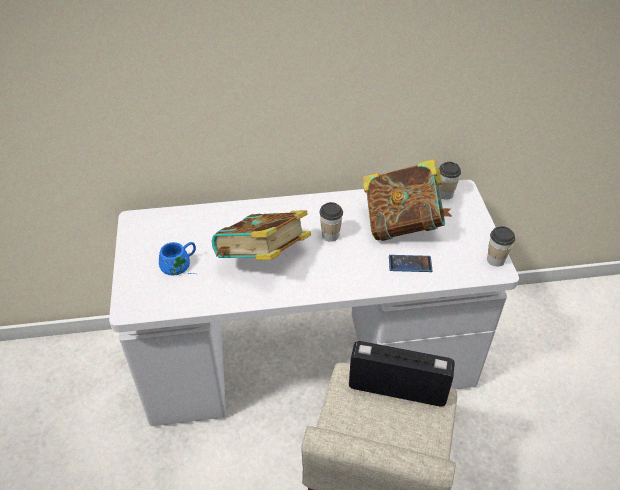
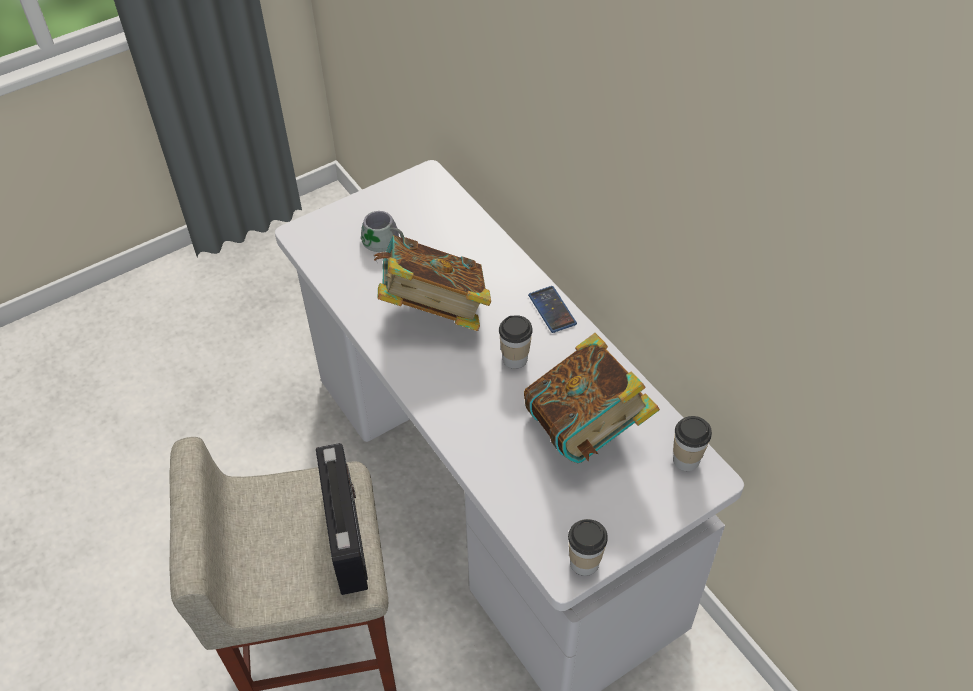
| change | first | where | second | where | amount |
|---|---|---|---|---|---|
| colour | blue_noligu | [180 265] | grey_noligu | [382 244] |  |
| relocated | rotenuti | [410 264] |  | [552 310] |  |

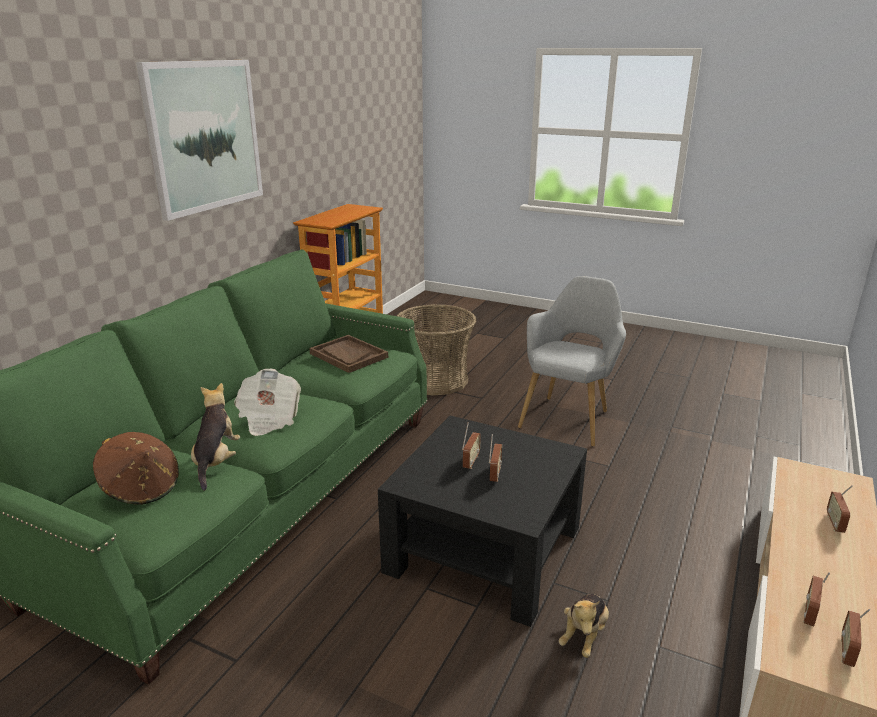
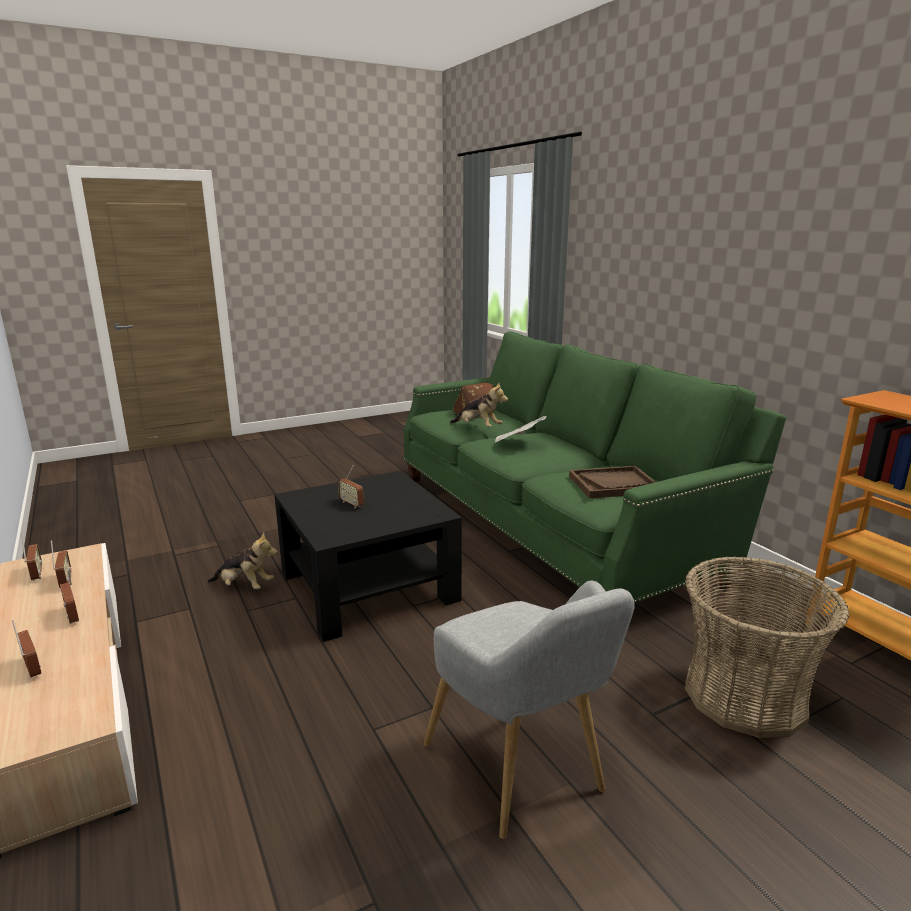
| change | first | where | second | where | amount |
|---|---|---|---|---|---|
| missing | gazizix | [204 136] |  |  |  |
| relocated | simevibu | [471 462] |  | [73 616] |  |
| spun | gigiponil | [584 635] |  | [244 586] | 135 degrees clockwise |

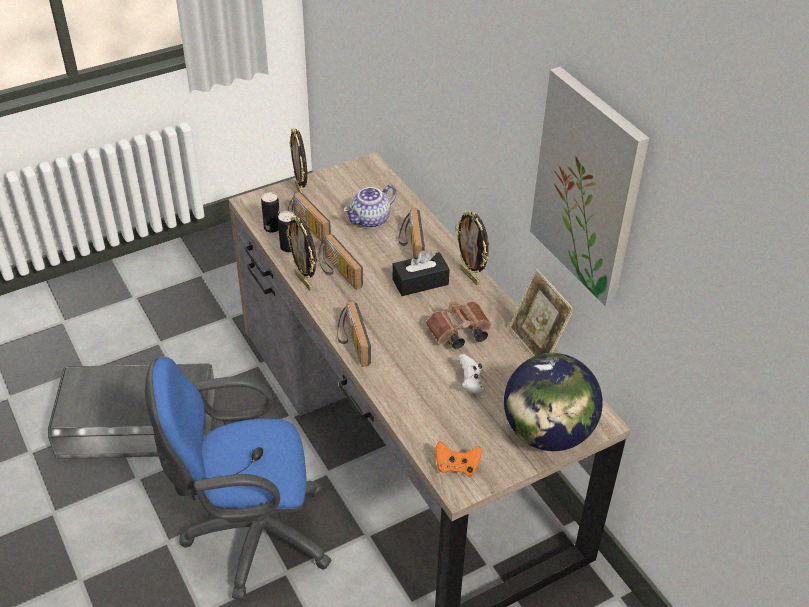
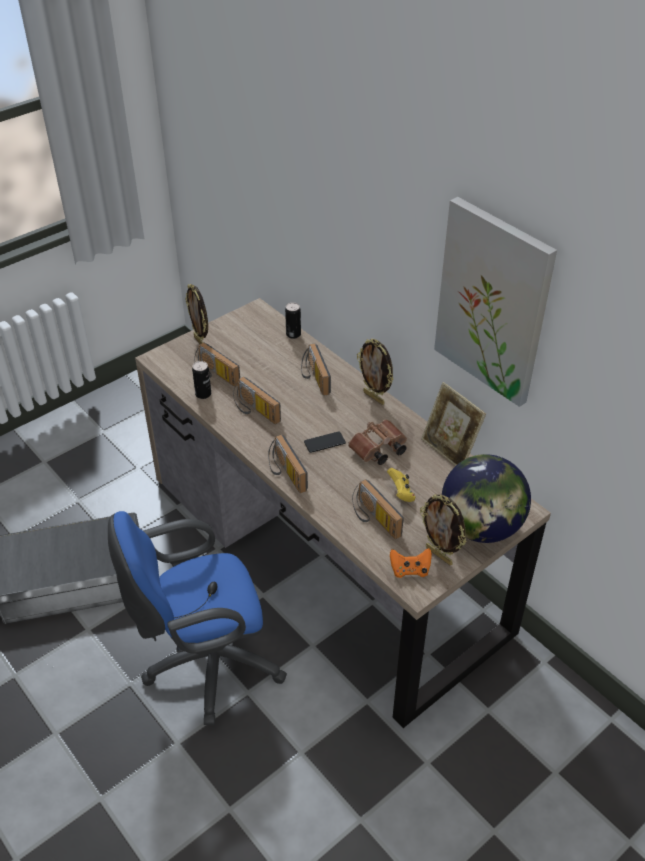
| change | first | where | second | where | amount |
|---|---|---|---|---|---|
| relocated | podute | [272 228] |  | [293 334] |  |
| relocated | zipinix | [304 281] |  | [439 555] |  |
| missing | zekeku | [370 220] |  |  |  |
| missing | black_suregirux | [420 282] |  |  |  |
| colour | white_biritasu | [470 383] | yellow_biritasu | [401 493] |  |
| appeared |  |  | rotenuti | [324 442] |  |
| appeared |  |  | simevibu | [373 519] |  |

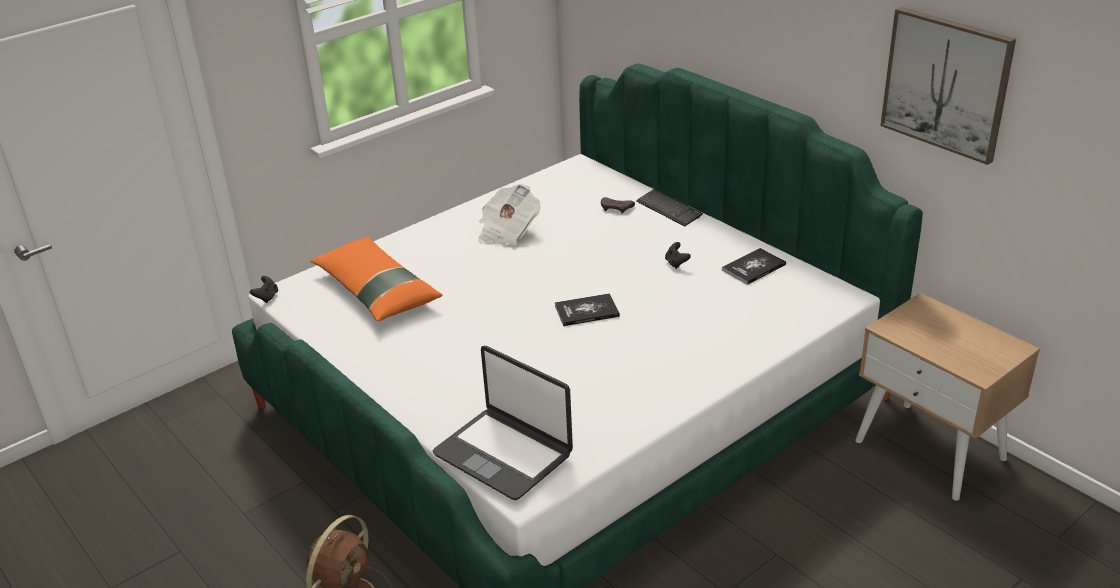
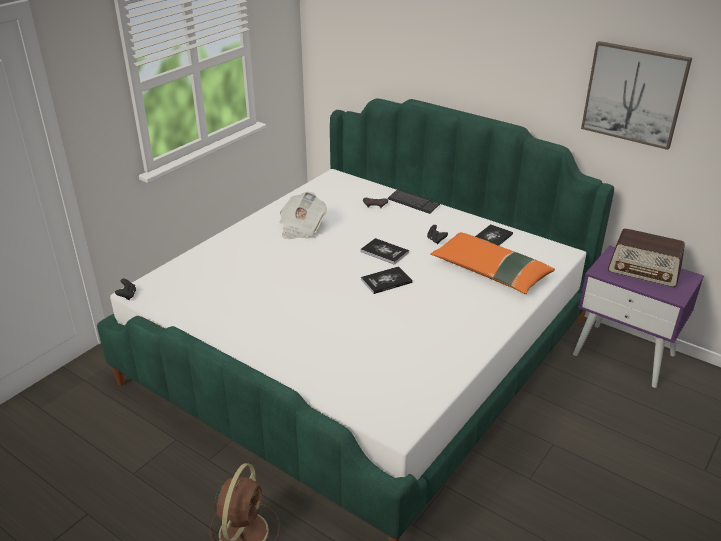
| change | first | where | second | where | amount |
|---|---|---|---|---|---|
| relocated | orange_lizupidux | [376 290] |  | [490 272] |  |
| missing | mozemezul | [504 454] |  |  |  |
| colour | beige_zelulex | [931 449] | purple_zelulex | [624 354] |  |
| appeared |  |  | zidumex | [384 252] |  |
| appeared |  |  | simevibu | [644 271] |  |

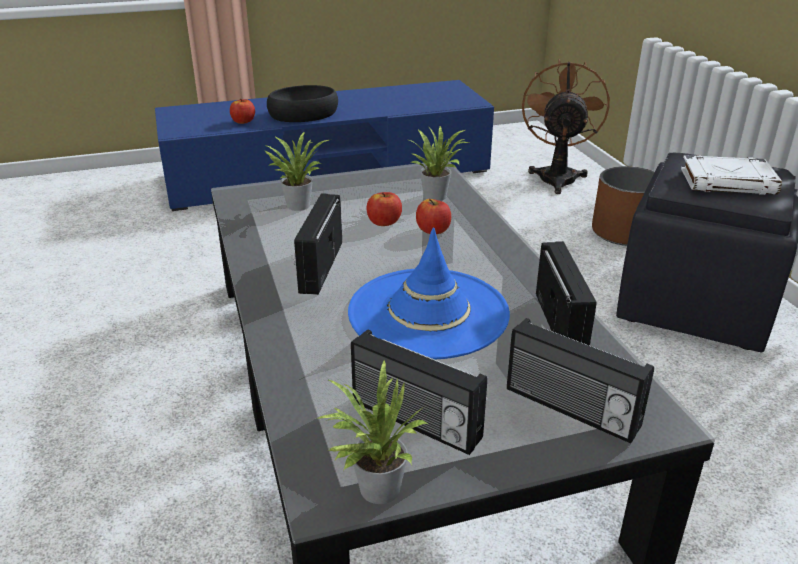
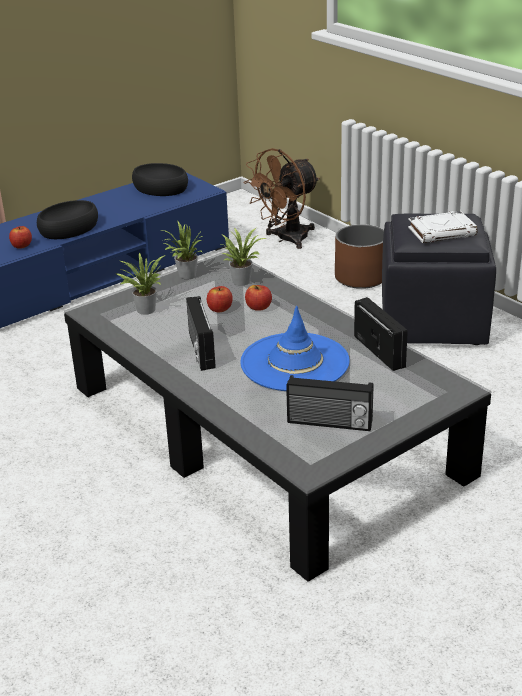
| change | first | where | second | where | amount |
|---|---|---|---|---|---|
| relocated | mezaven | [374 489] |  | [185 275] |  |
| missing | simevibu | [570 409] |  |  |  |
| spun | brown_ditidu | [557 176] |  | [286 239] | 120 degrees counterclockwise |
| appeared |  |  | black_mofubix | [160 188] |  |

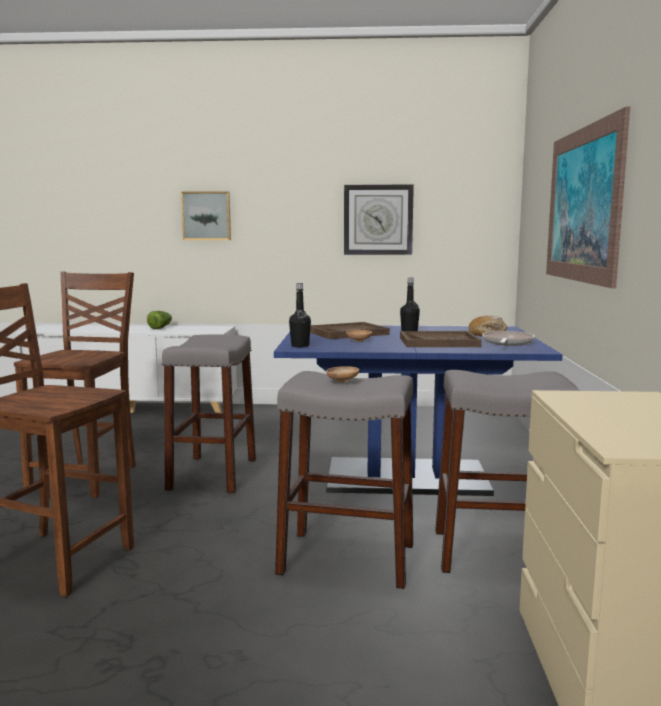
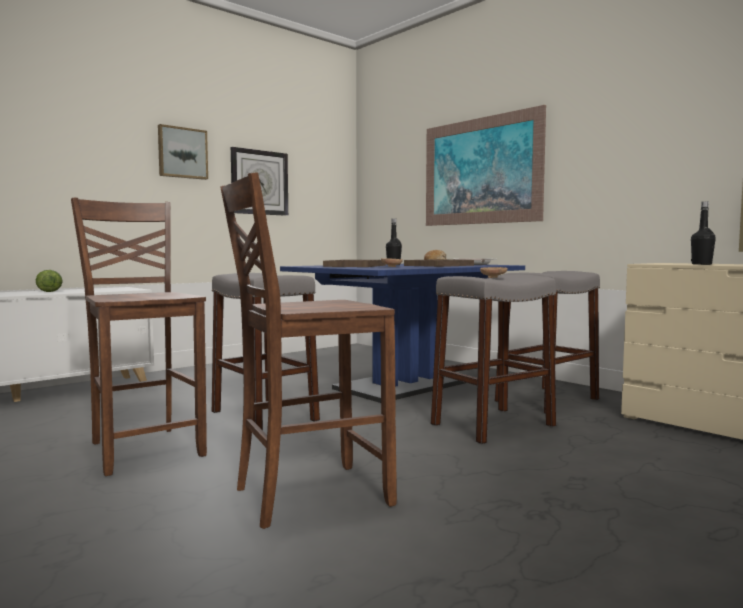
| change | first | where | second | where | amount |
|---|---|---|---|---|---|
| relocated | gazizix | [206 216] |  | [182 153] |  |
| relocated | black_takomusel | [300 346] |  | [701 264] |  |

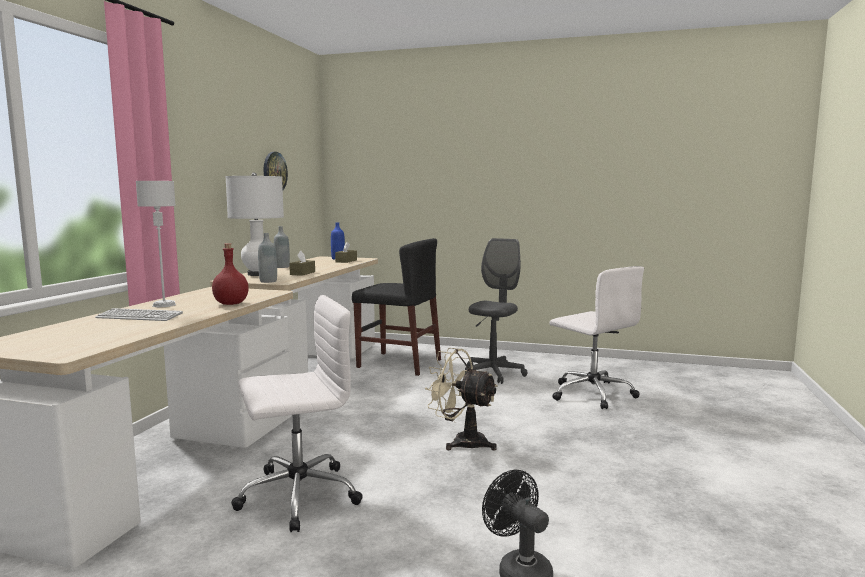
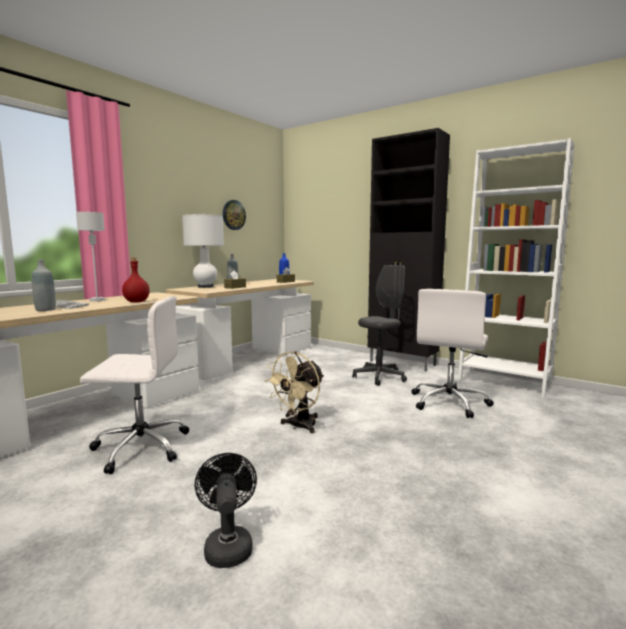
| change | first | where | second | where | amount |
|---|---|---|---|---|---|
| relocated | grey_takomusel | [268 281] |  | [45 310] |  |
| missing | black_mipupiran | [399 363] |  |  |  |
| spun | beige_ditidu | [462 441] |  | [298 426] | 105 degrees counterclockwise |
| spun | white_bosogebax | [591 393] |  | [449 403] | 45 degrees clockwise |
| appeared |  |  | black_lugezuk | [403 363] |  |
| appeared |  |  | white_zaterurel | [504 382] |  |

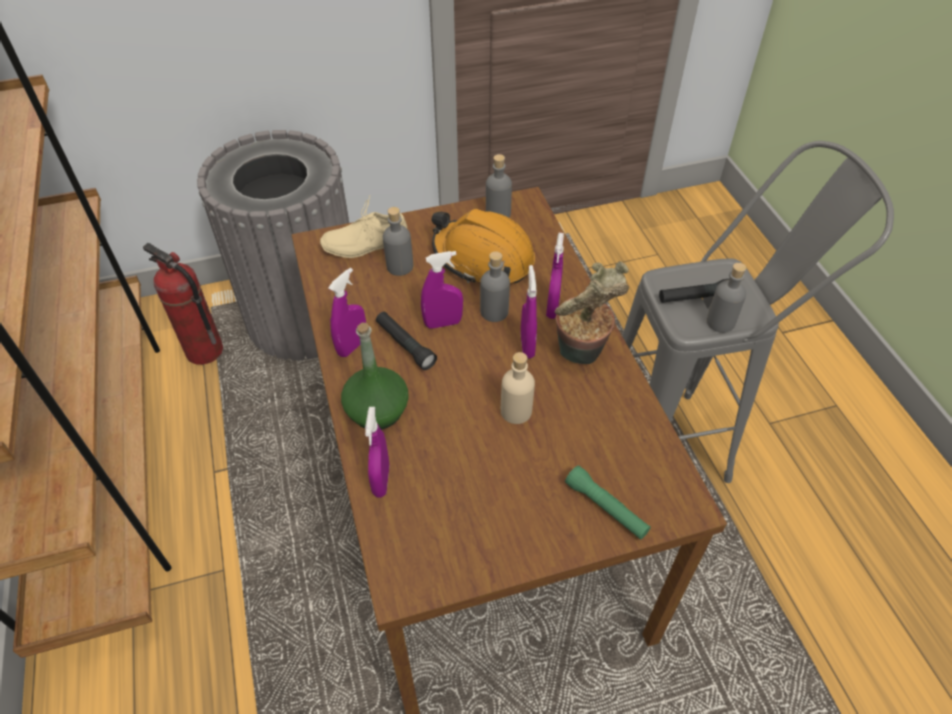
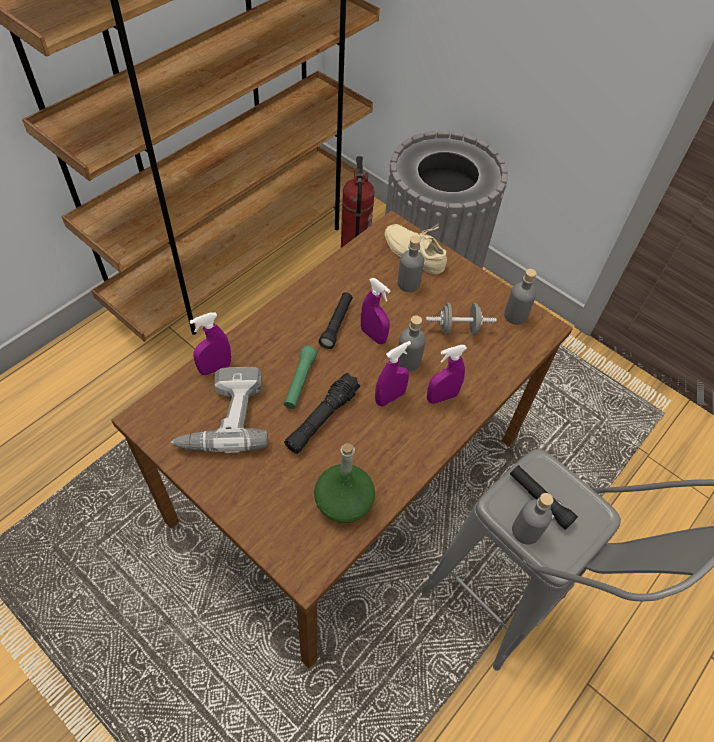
| change | first | where | second | where | amount |
|---|---|---|---|---|---|
| missing | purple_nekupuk | [352 346] |  |  |  |
| relocated | green_takomusel | [377 411] |  | [343 502] |  |
| exchanged | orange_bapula | [483 258] | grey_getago | [458 329] |  |
| exchanged | beige_takomusel | [516 411] | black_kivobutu | [322 419] |  |
| missing | mezaven | [581 356] |  |  |  |
| relocated | green_kivobutu | [606 508] |  | [300 382] |  |
| appeared |  |  | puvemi | [222 417] |  |

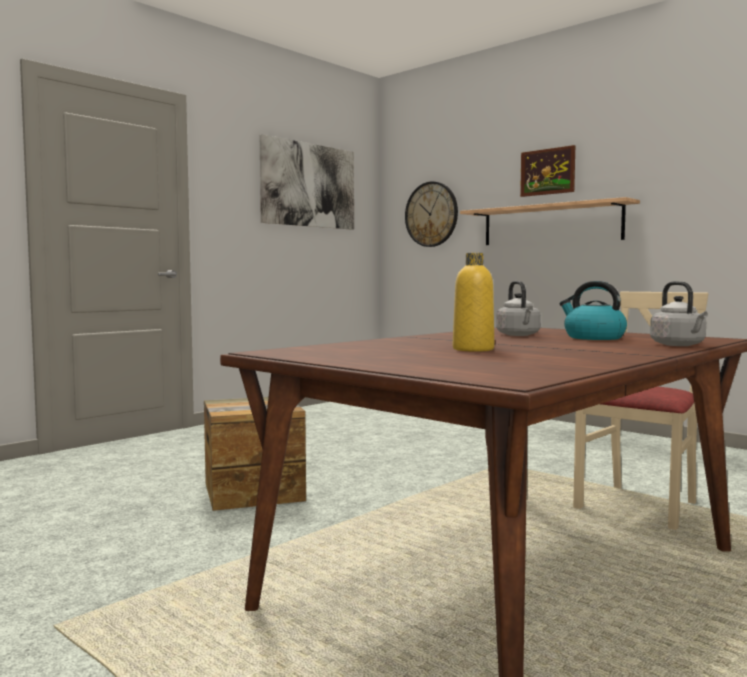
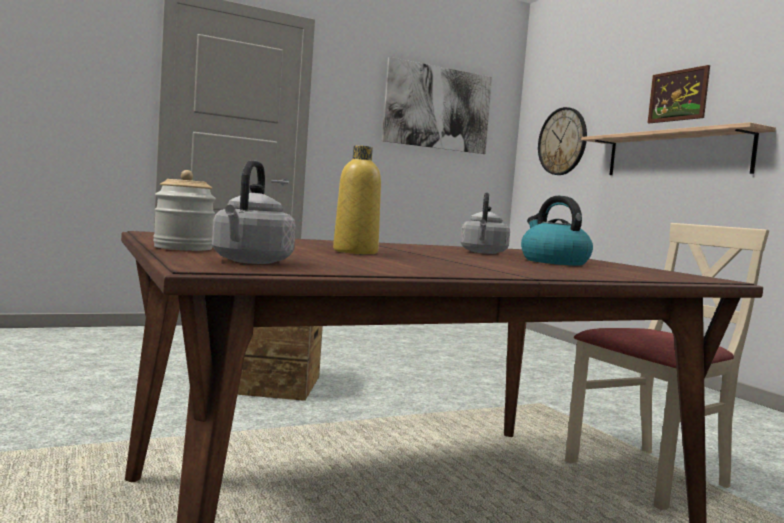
| change | first | where | second | where | amount |
|---|---|---|---|---|---|
| relocated | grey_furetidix | [679 345] |  | [251 262] |  |
| appeared |  |  | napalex | [183 248] |  |

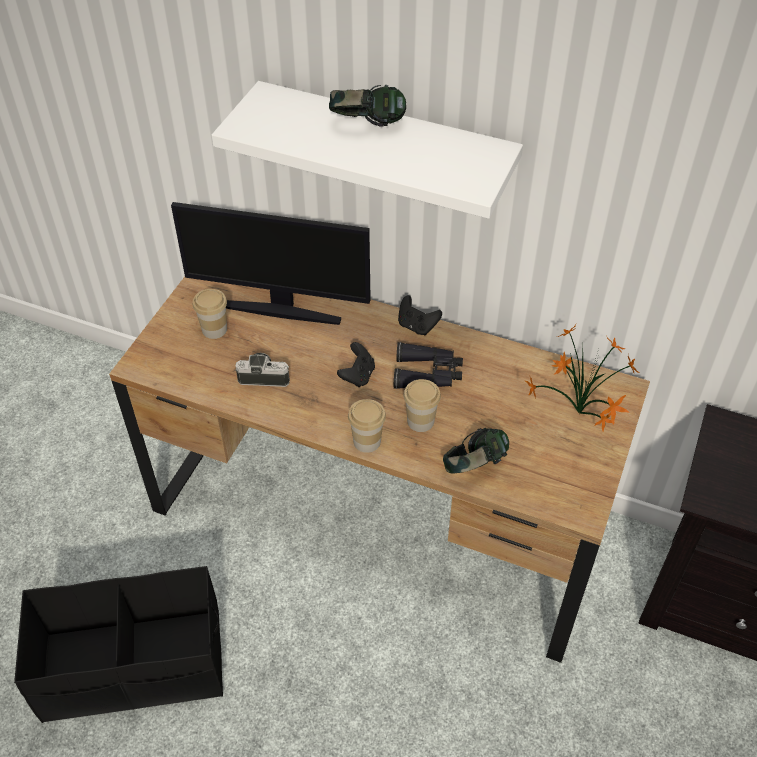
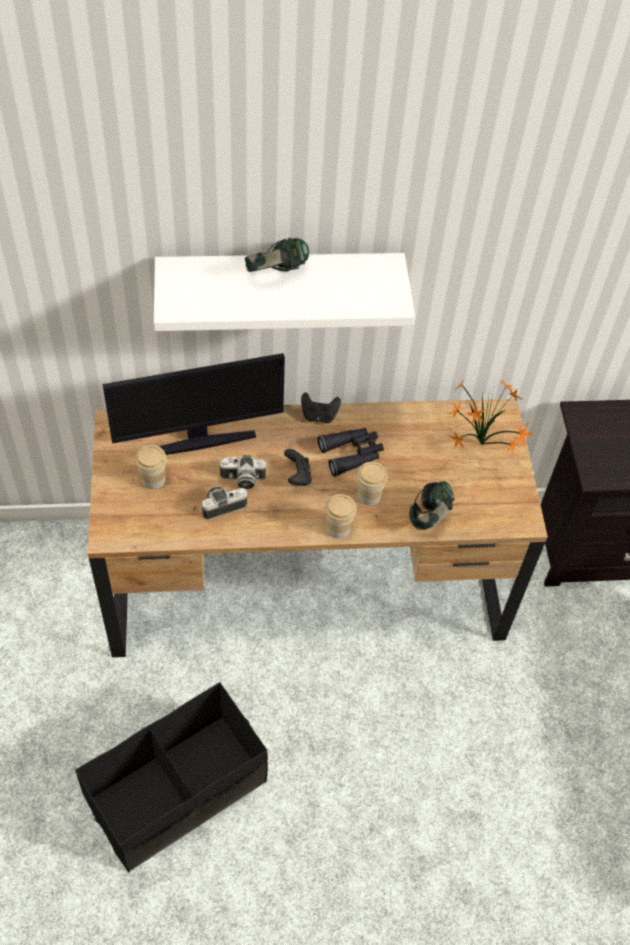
| change | first | where | second | where | amount |
|---|---|---|---|---|---|
| appeared |  |  | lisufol | [242 479] |  |

